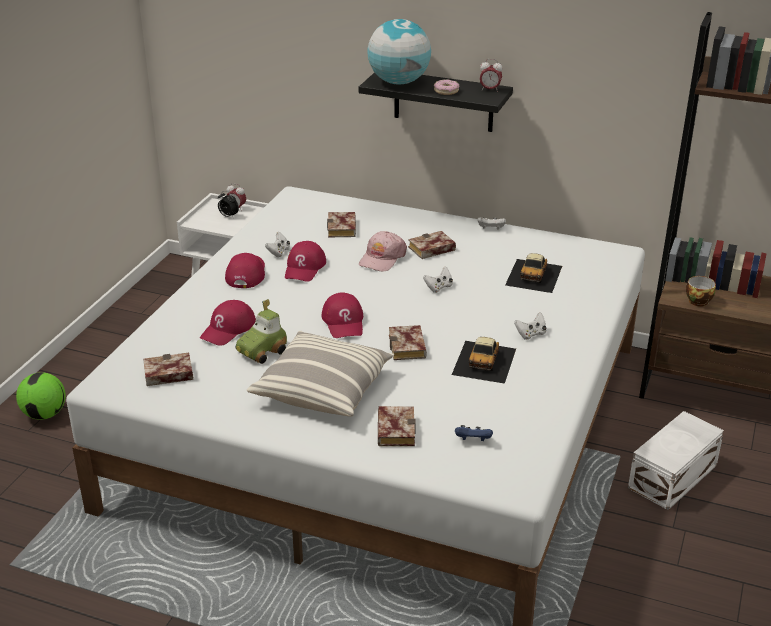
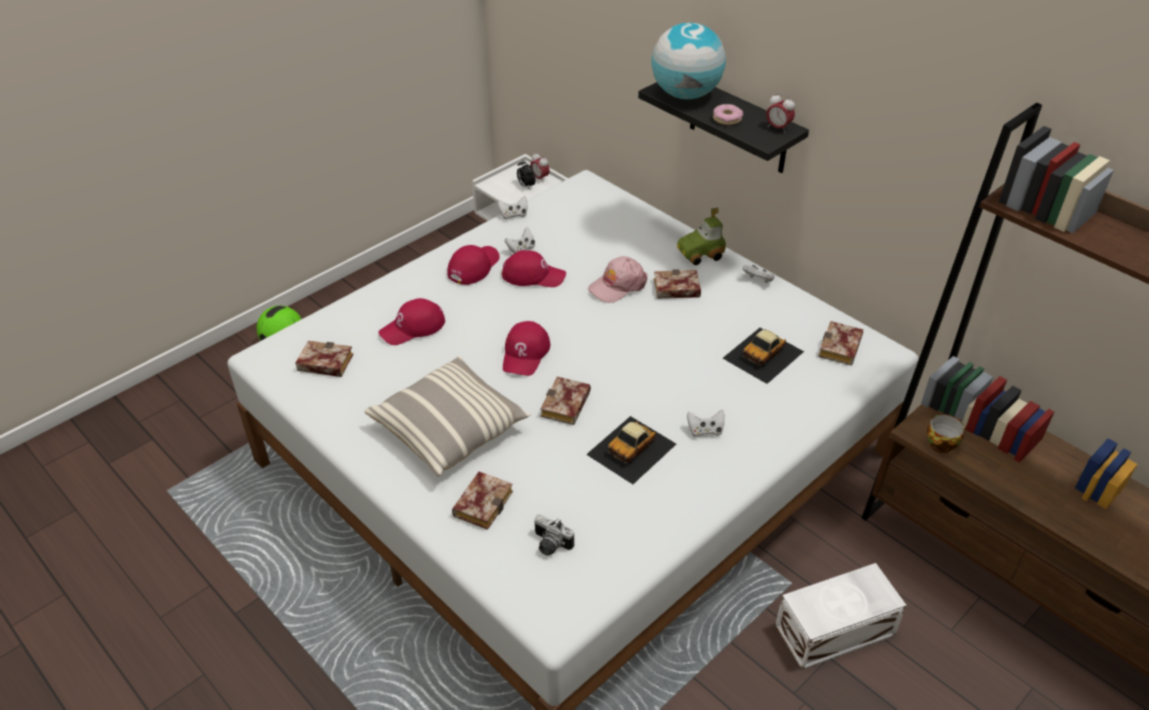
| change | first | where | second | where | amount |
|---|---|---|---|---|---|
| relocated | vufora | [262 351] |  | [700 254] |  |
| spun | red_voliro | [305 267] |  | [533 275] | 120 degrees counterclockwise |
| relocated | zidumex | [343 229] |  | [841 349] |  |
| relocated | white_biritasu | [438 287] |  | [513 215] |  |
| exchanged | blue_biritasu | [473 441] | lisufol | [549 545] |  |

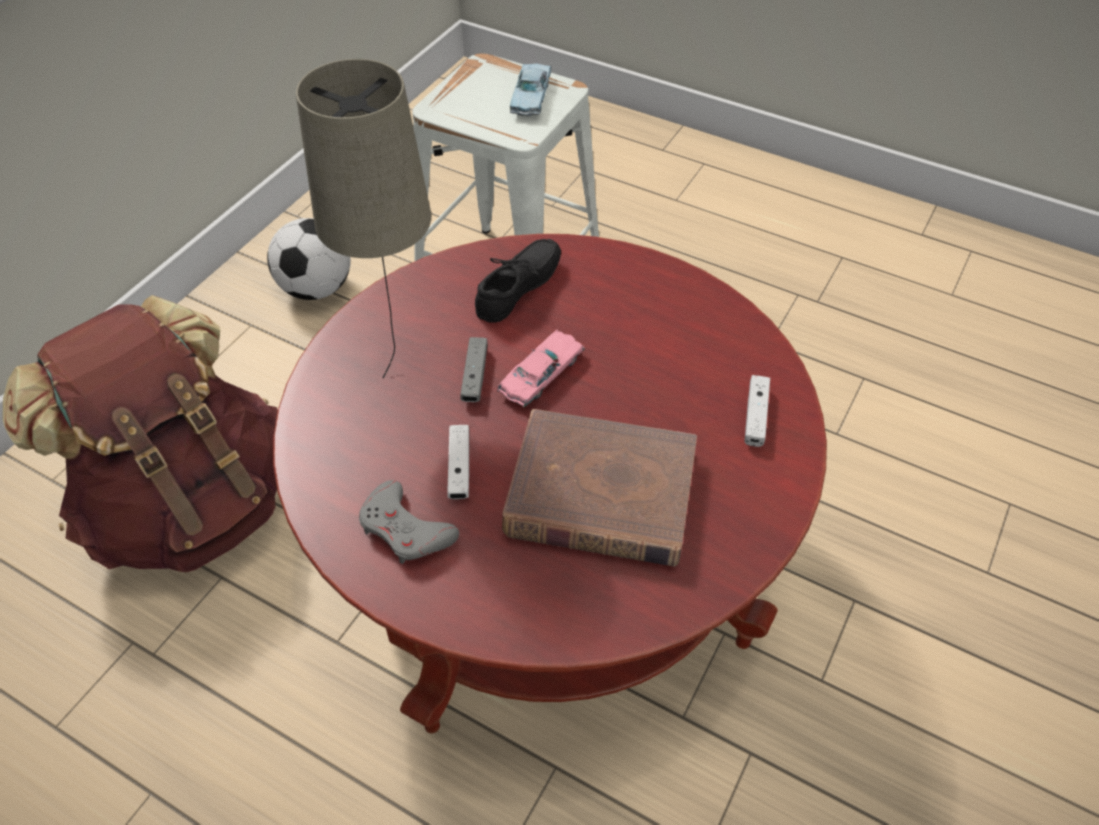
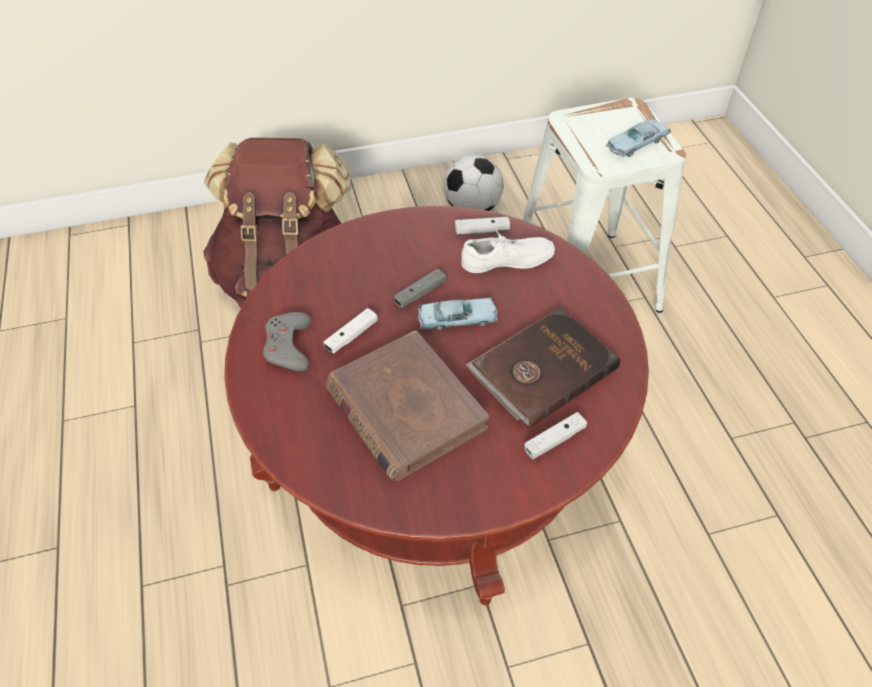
| change | first | where | second | where | amount |
|---|---|---|---|---|---|
| missing | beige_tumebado | [398 361] |  |  |  |
| colour | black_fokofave | [522 289] | white_fokofave | [507 263] |  |
| colour | pink_vufora | [542 374] | blue_vufora | [457 319] |  |
| appeared |  |  | white_biritasu | [482 230] |  |
| appeared |  |  | brown_zidumex | [541 369] |  |

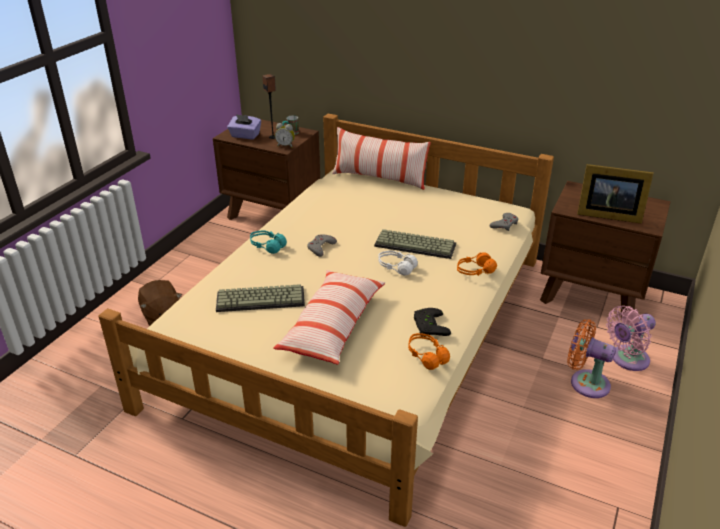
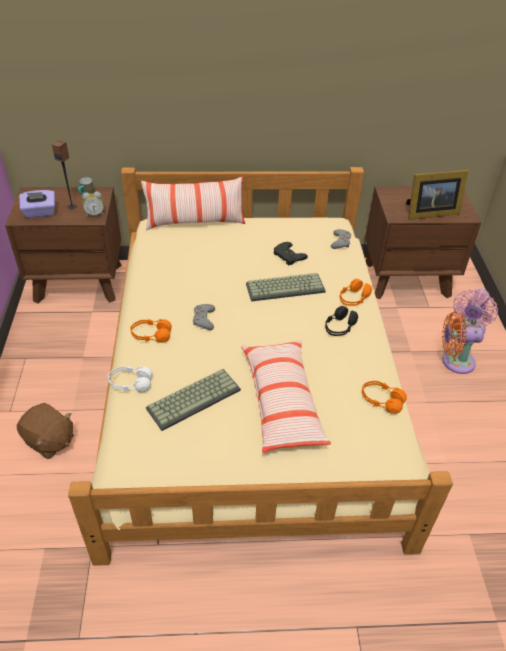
| change | first | where | second | where | amount |
|---|---|---|---|---|---|
| colour | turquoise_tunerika | [267 246] | orange_tunerika | [151 335] |  |
| relocated | white_tunerika | [396 267] |  | [130 384] |  |
| relocated | black_biritasu | [428 326] |  | [287 256] |  |
| appeared |  |  | black_tunerika | [339 327] |  |

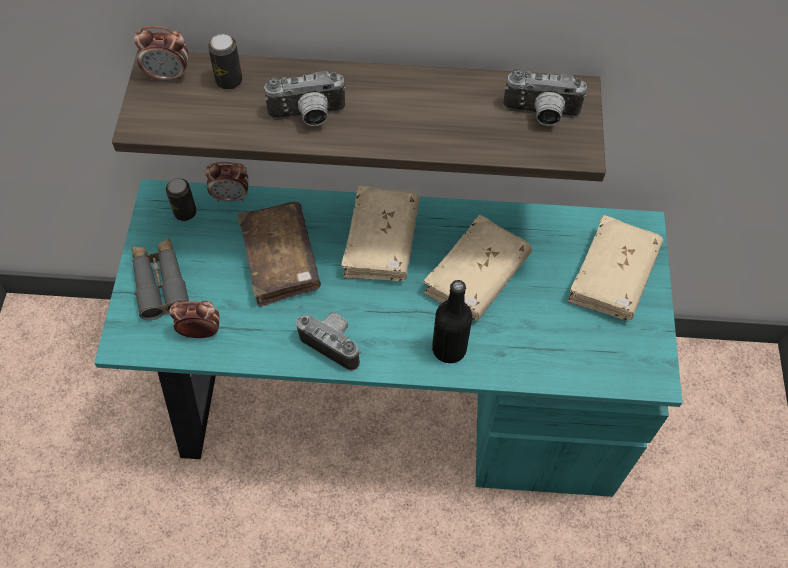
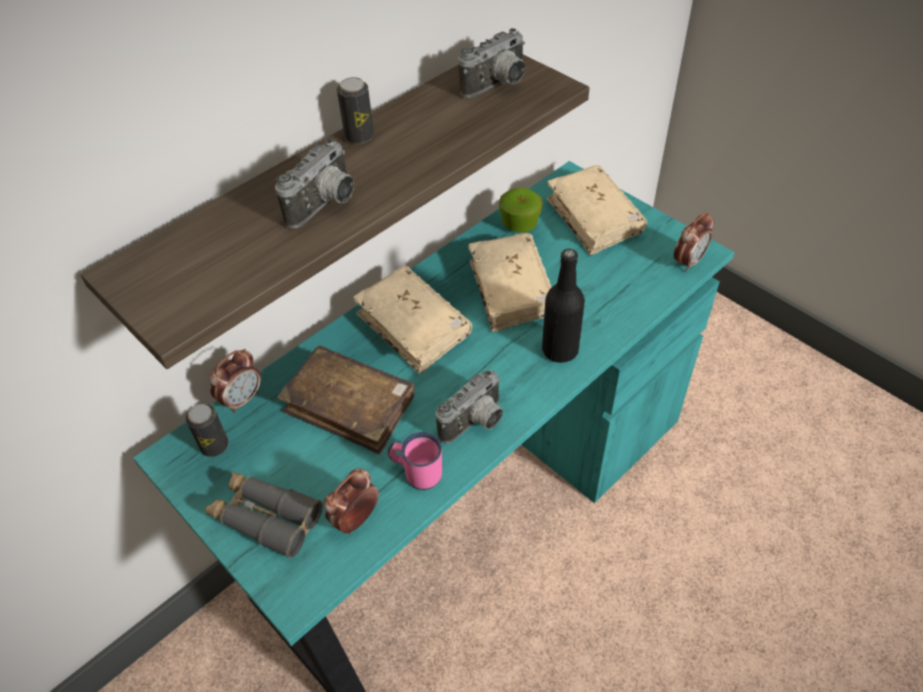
| change | first | where | second | where | amount |
|---|---|---|---|---|---|
| relocated | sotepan | [168 75] |  | [688 261] |  |
| relocated | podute | [229 81] |  | [359 136] |  |
| spun | lisufol | [334 343] |  | [476 423] | 150 degrees clockwise |
| appeared |  |  | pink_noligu | [417 472] |  |
| appeared |  |  | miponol | [519 224] |  |

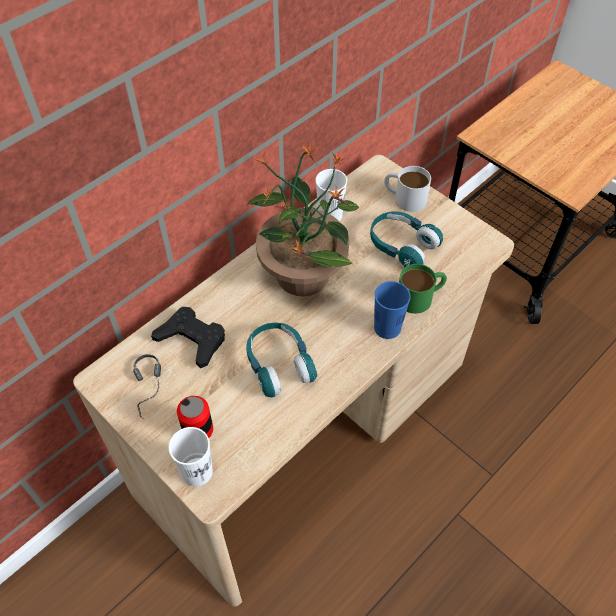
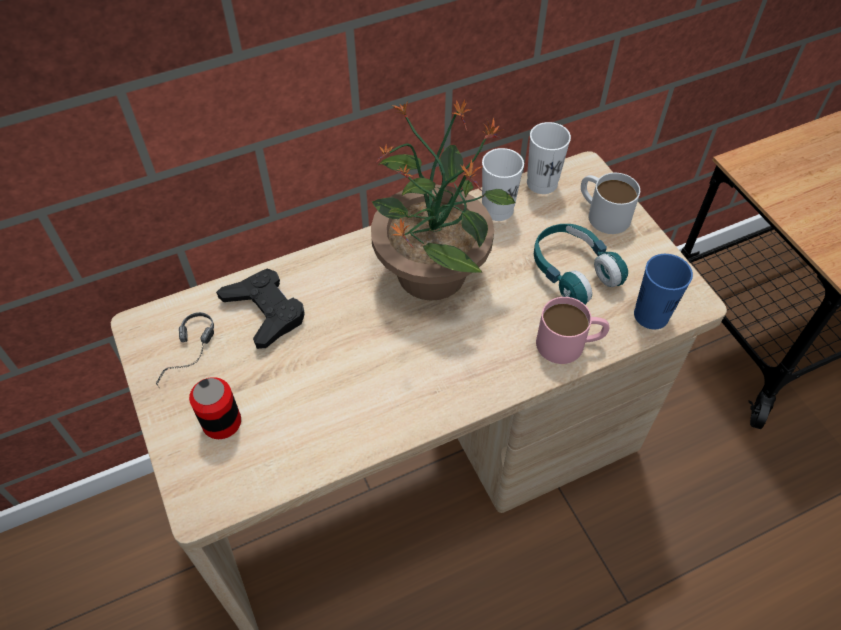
| change | first | where | second | where | amount |
|---|---|---|---|---|---|
| relocated | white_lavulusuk | [197 472] |  | [542 183] |  |
| missing | turquoise_tunerika | [279 364] |  |  |  |
| relocated | blue_lavulusuk | [387 328] |  | [651 315] |  |
| colour | green_noligu | [420 297] | pink_noligu | [570 343] |  |

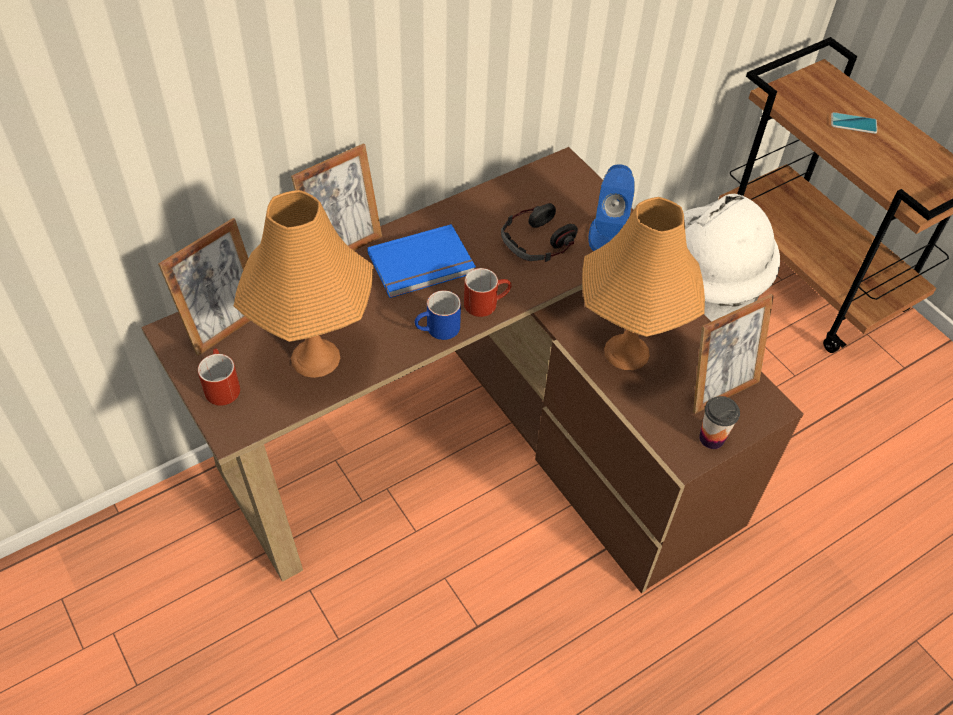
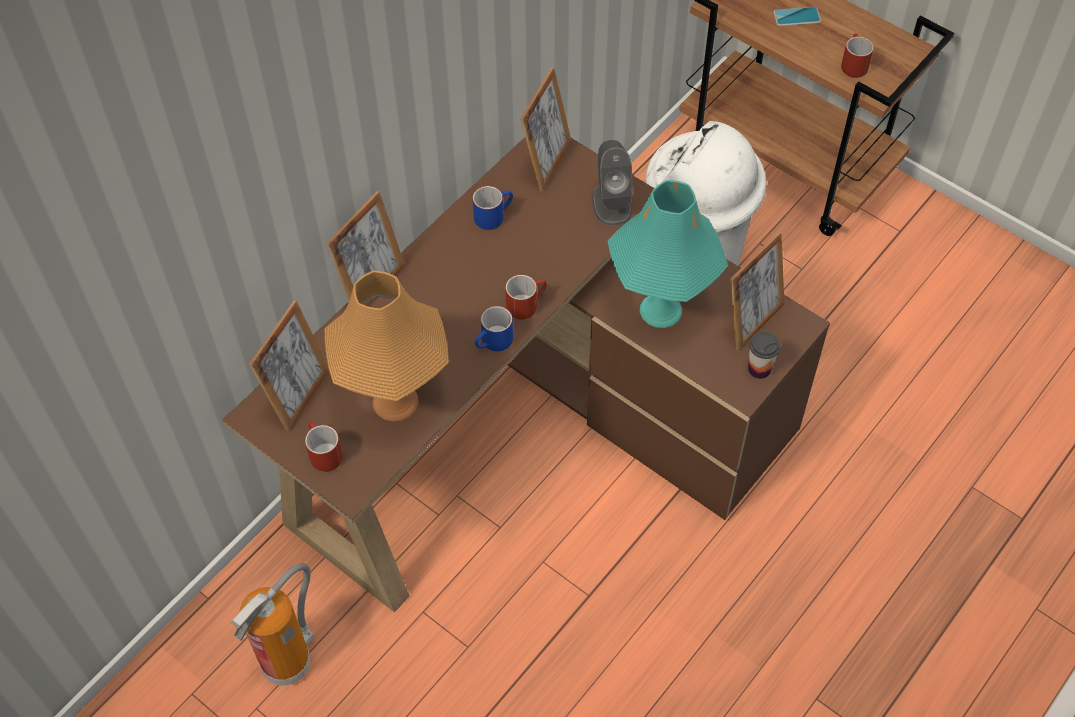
| change | first | where | second | where | amount |
|---|---|---|---|---|---|
| missing | blue_zidumex | [423 265] |  |  |  |
| missing | tunerika | [537 242] |  |  |  |
| colour | orange_tumebado | [627 352] | turquoise_tumebado | [661 310] |  |
| colour | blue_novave | [608 234] | grey_novave | [611 203] |  |
| appeared |  |  | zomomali | [288 661] |  |
| appeared |  |  | blue_noligu | [493 215] |  |
| appeared |  |  | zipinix | [546 162] |  |
| appeared |  |  | red_noligu | [852 63] |  |

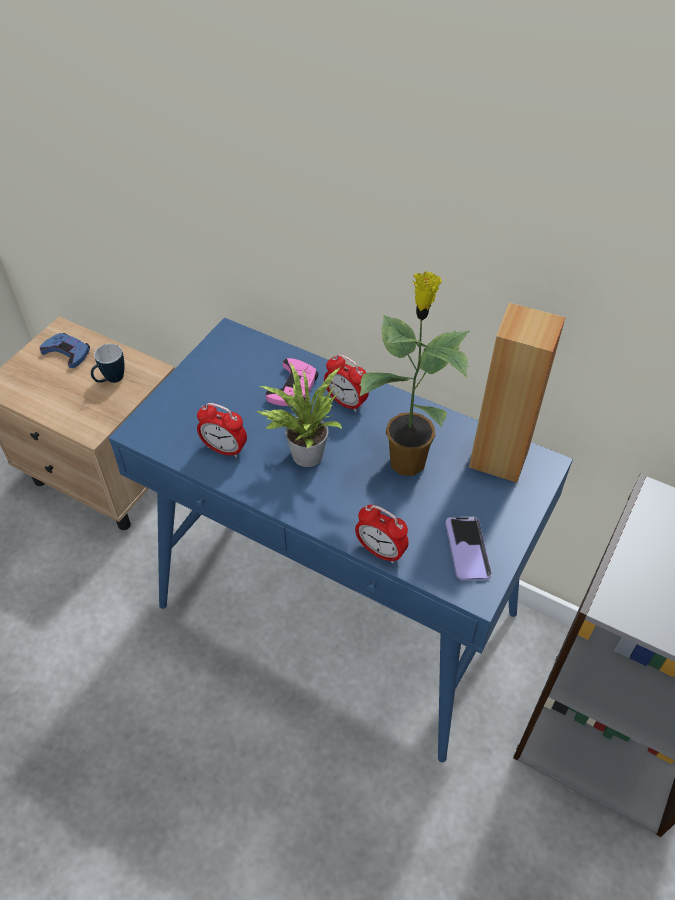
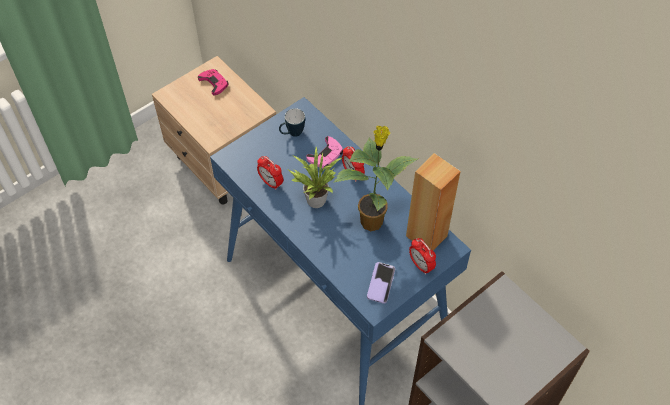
| change | first | where | second | where | amount |
|---|---|---|---|---|---|
| colour | blue_biritasu | [67 352] | pink_biritasu | [214 83] |  |
| relocated | noligu | [111 380] |  | [292 134] |  |
| relocated | sotepan | [380 551] |  | [421 265] |  |

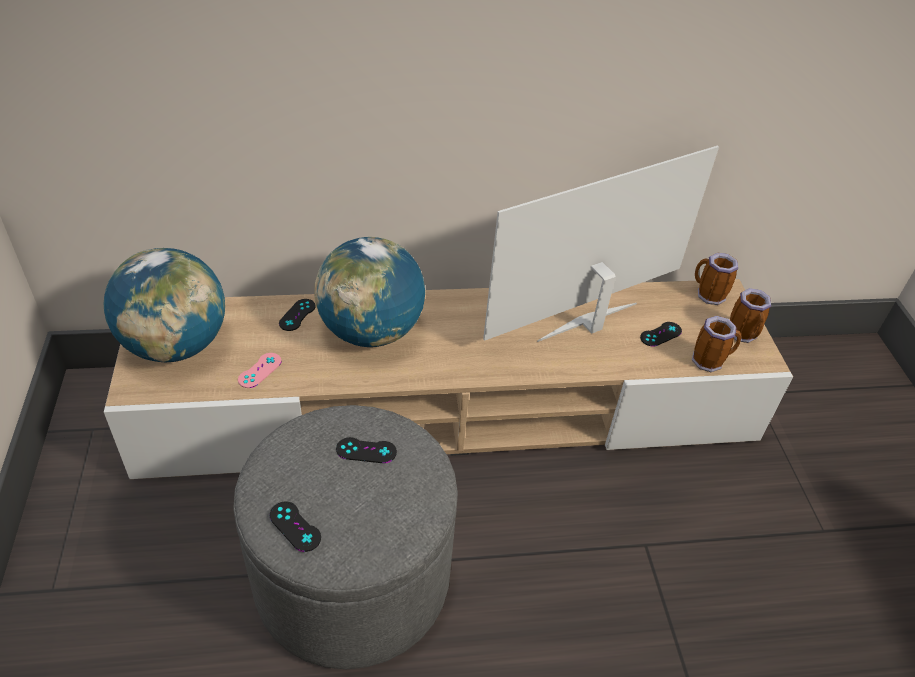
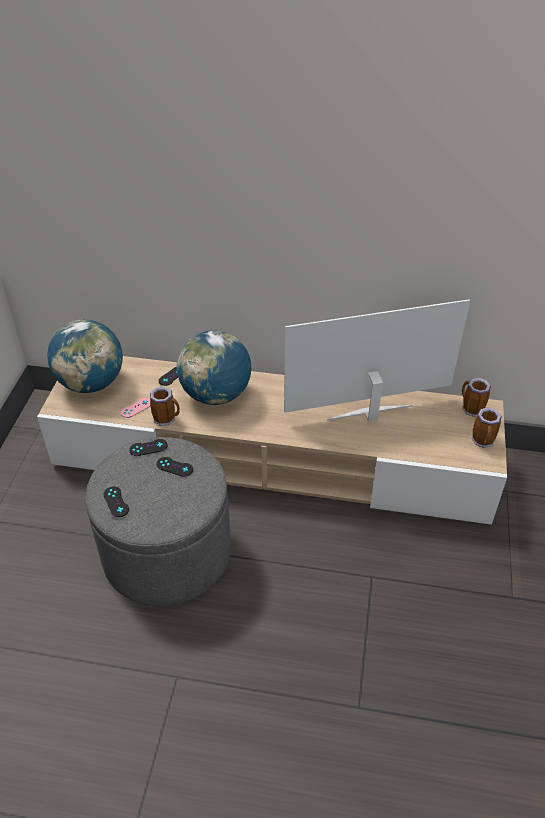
| change | first | where | second | where | amount |
|---|---|---|---|---|---|
| relocated | black_biritasu | [660 334] |  | [148 447] |  |
| relocated | noligu | [709 360] |  | [167 418] |  |

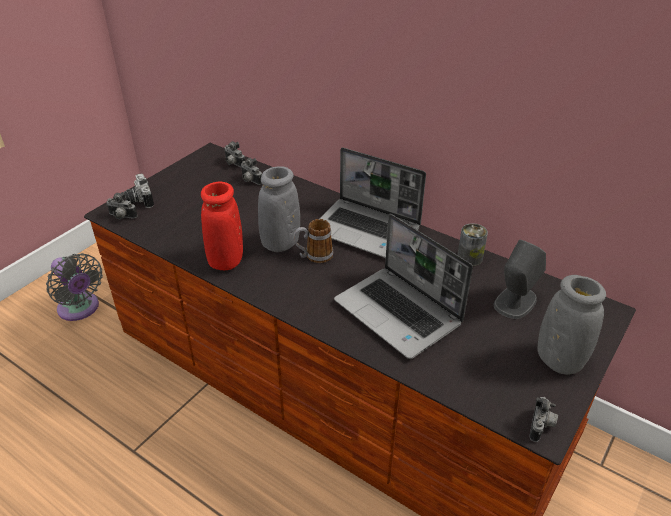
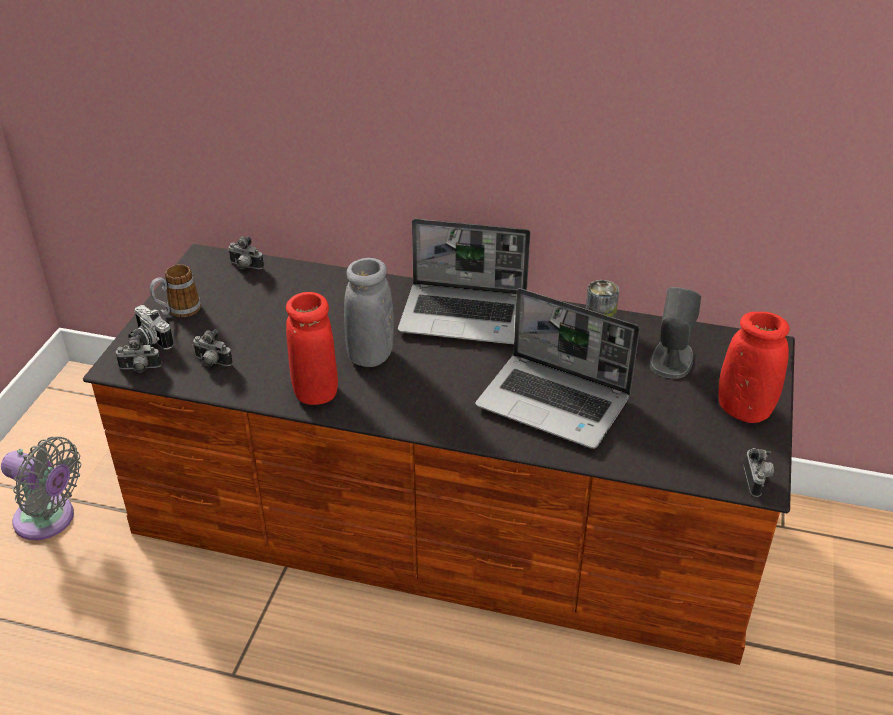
| change | first | where | second | where | amount |
|---|---|---|---|---|---|
| relocated | lisufol | [250 181] |  | [211 362] |  |
| relocated | noligu | [314 256] |  | [178 311] |  |
| colour | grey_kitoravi | [559 360] | red_kitoravi | [744 410] |  |

